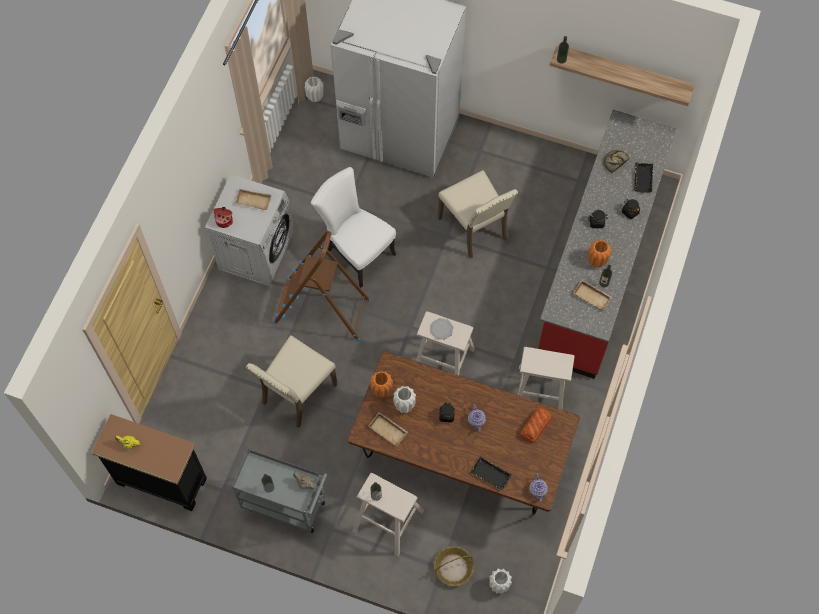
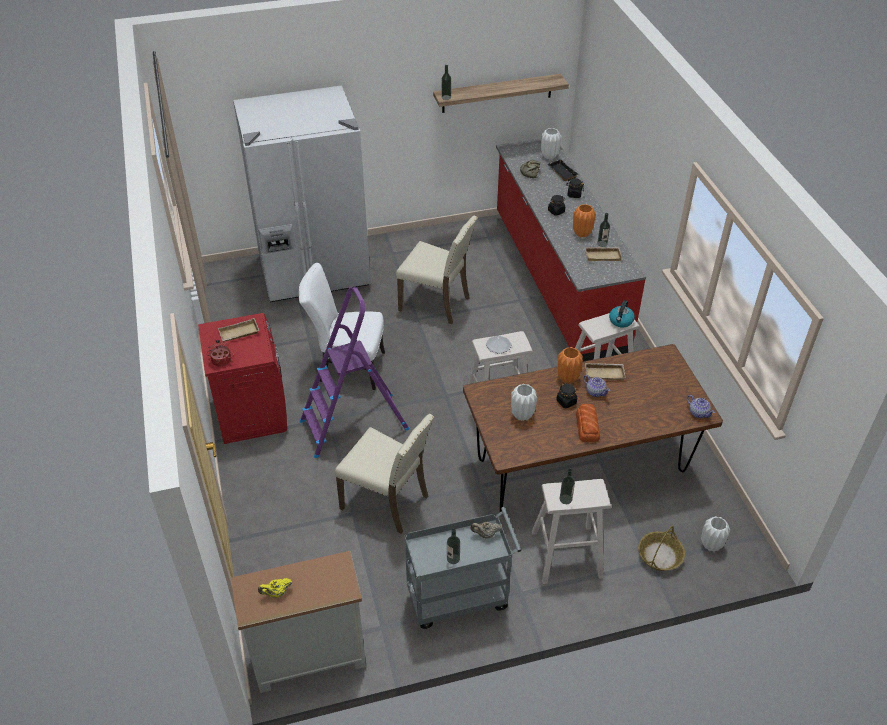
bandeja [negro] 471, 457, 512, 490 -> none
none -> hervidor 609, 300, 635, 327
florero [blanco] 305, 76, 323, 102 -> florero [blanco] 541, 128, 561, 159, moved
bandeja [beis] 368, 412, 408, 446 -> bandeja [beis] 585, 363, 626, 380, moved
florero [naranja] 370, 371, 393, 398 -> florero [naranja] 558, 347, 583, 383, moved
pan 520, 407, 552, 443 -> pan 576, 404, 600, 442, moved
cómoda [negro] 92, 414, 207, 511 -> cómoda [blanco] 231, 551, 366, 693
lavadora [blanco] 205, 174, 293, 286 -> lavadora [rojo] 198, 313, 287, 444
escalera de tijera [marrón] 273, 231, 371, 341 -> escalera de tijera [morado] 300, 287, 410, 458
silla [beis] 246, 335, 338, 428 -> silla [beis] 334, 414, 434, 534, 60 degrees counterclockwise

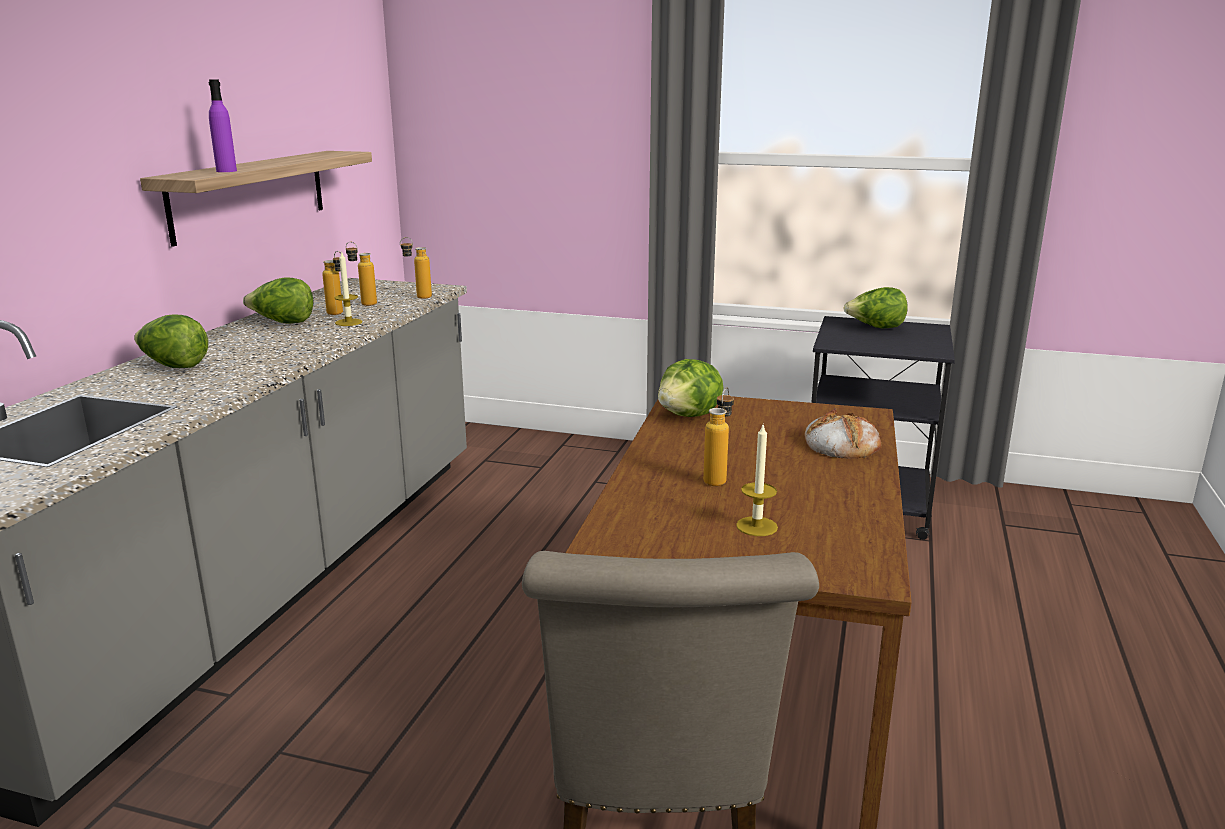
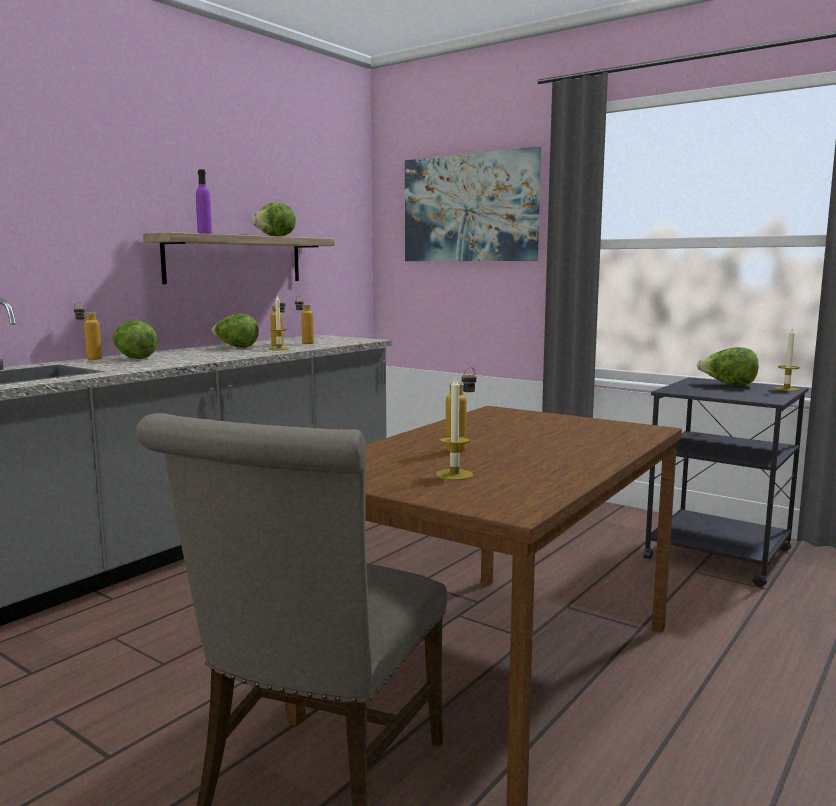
pan 804, 408, 881, 459 -> none
none -> cuadro 405, 147, 541, 261
none -> vela 774, 329, 800, 391
botella 400, 237, 432, 299 -> botella 74, 302, 102, 360, moved
lechuga 658, 359, 724, 417 -> lechuga 252, 203, 296, 237, moved

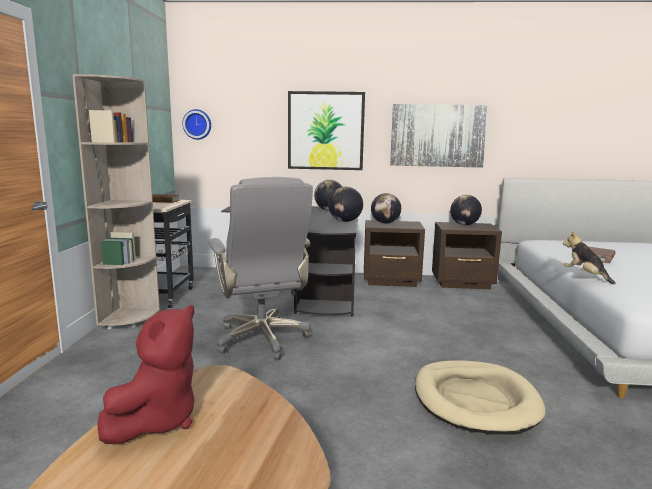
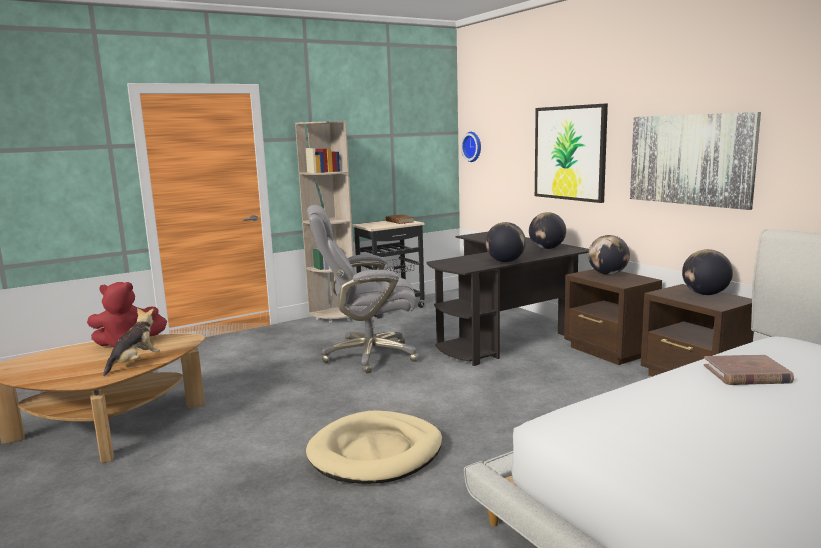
peluche 563, 231, 615, 284 -> peluche 103, 308, 160, 376, moved
silla de oficina [gris] 208, 177, 313, 360 -> silla de oficina [gris] 307, 205, 419, 373, 45 degrees clockwise

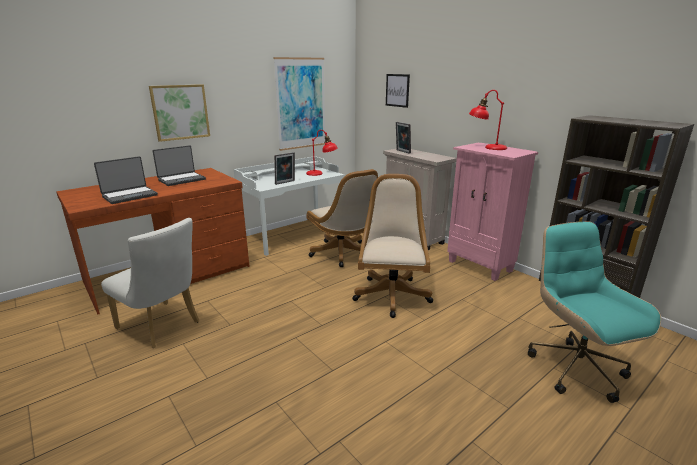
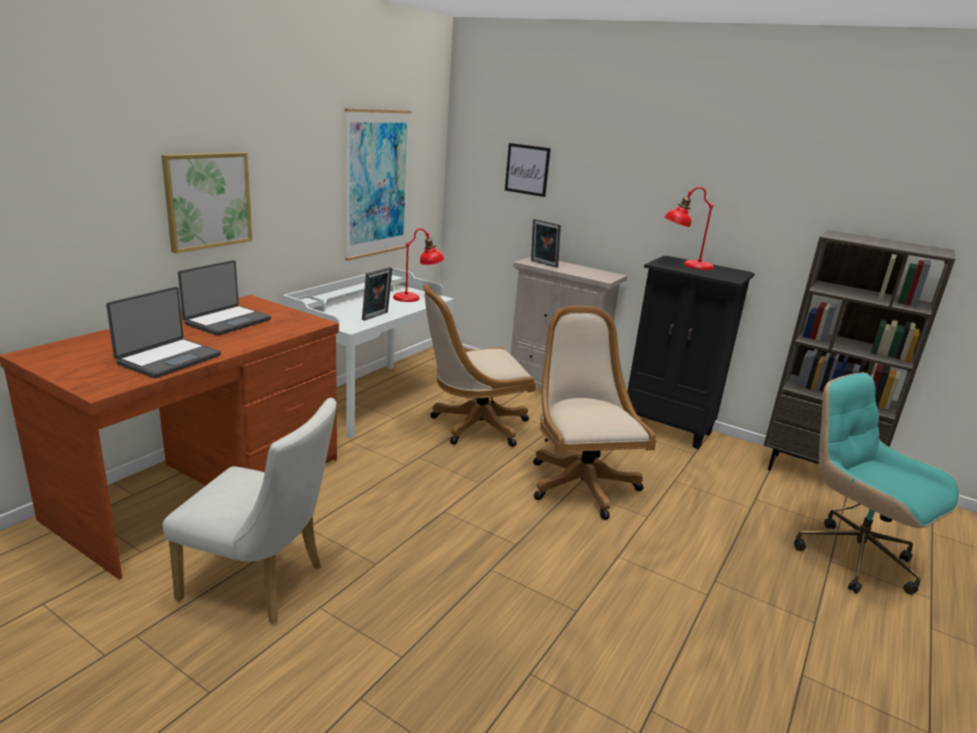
armario [rosa] 447, 143, 538, 281 -> armario [negro] 627, 256, 755, 449
silla de oficina 306, 169, 378, 267 -> silla de oficina 423, 284, 535, 447, 120 degrees clockwise

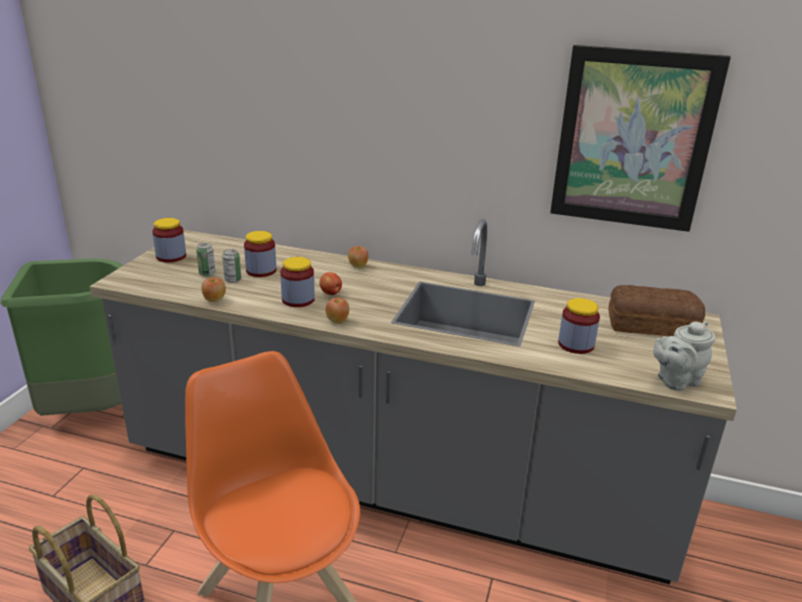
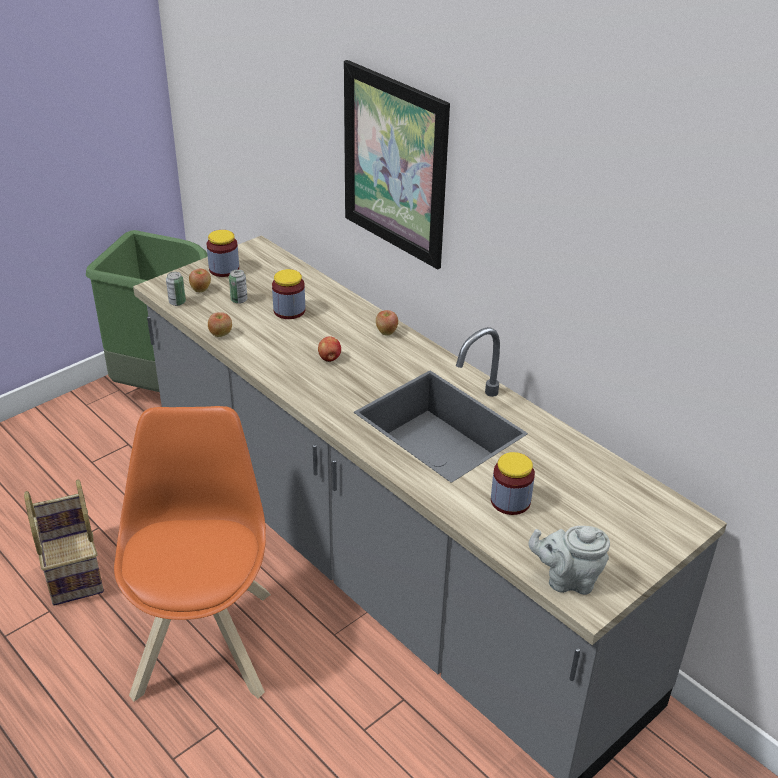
tarro 280, 257, 315, 307 -> none
pan 608, 285, 705, 336 -> none
lata 222, 249, 241, 283 -> lata 166, 272, 186, 306, moved
manzana 325, 298, 349, 324 -> manzana 189, 268, 211, 292, moved
cuadro 550, 45, 731, 232 -> cuadro 344, 60, 450, 269, moved

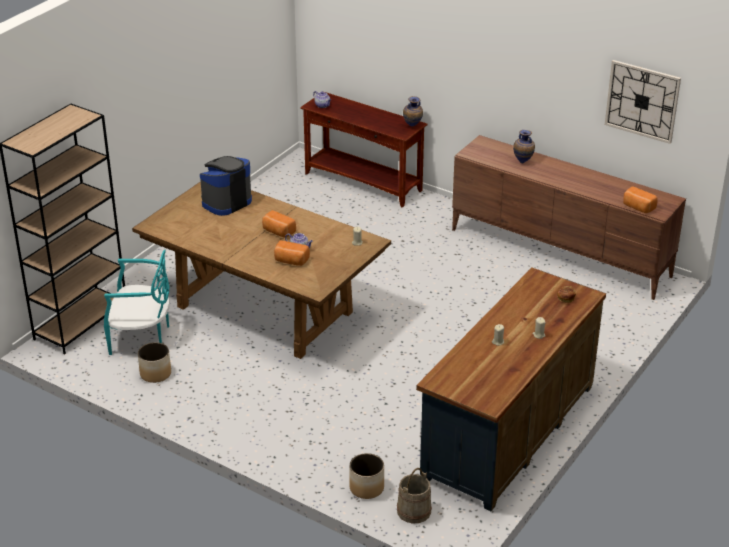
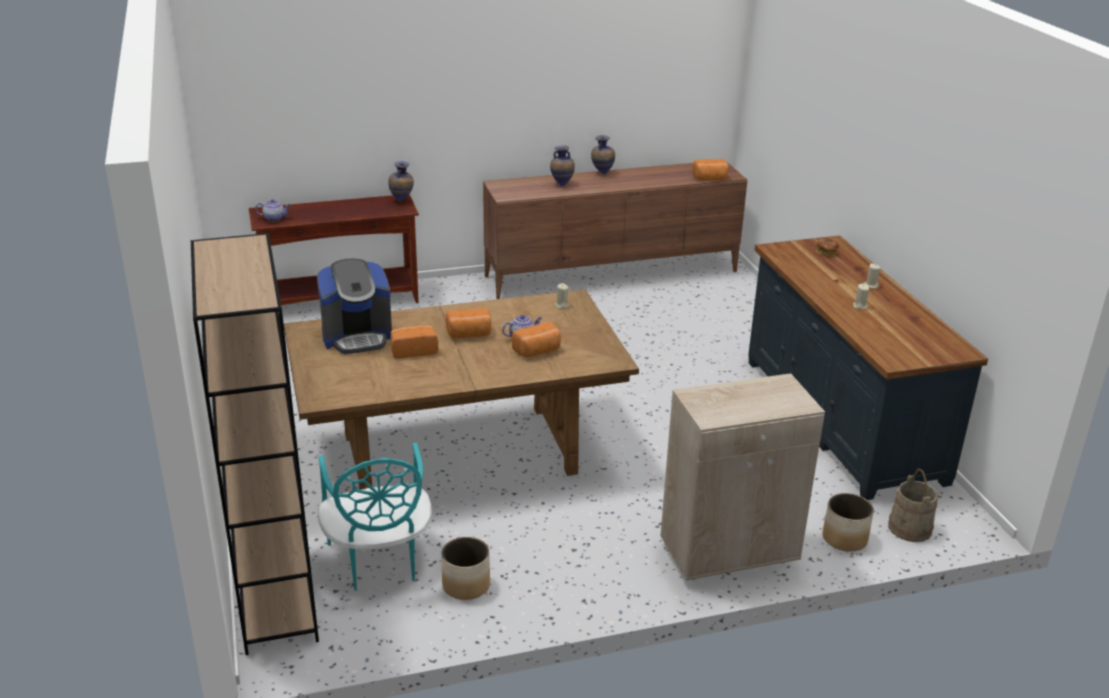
reloj de pared 605, 60, 681, 144 -> none
none -> pan 391, 325, 438, 359
none -> florero 591, 135, 615, 175
none -> armario [beis] 660, 373, 825, 580
silla [turquesa] 104, 250, 170, 355 -> silla [turquesa] 318, 443, 432, 591, 120 degrees clockwise
cafetera 200, 156, 252, 216 -> cafetera 317, 259, 392, 354, 105 degrees counterclockwise

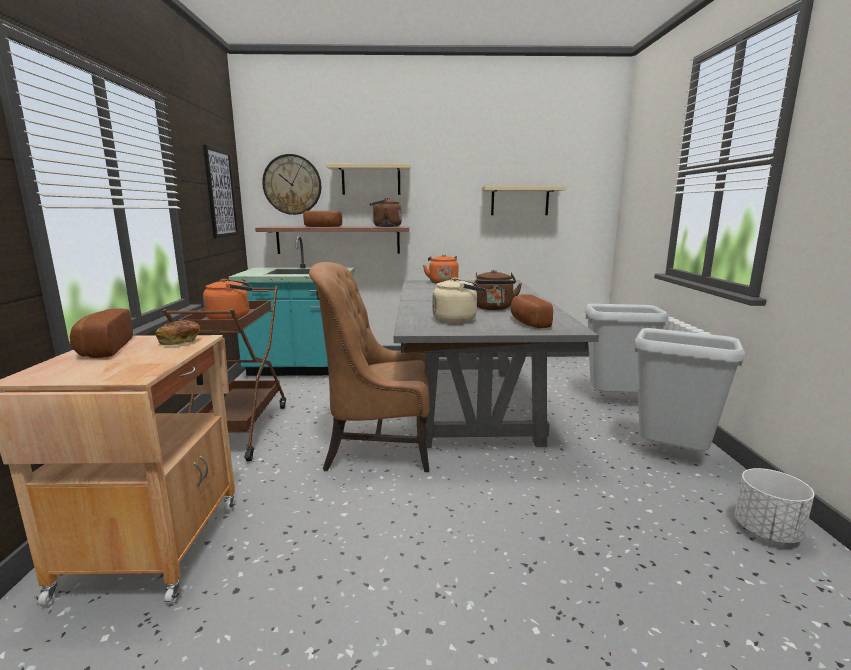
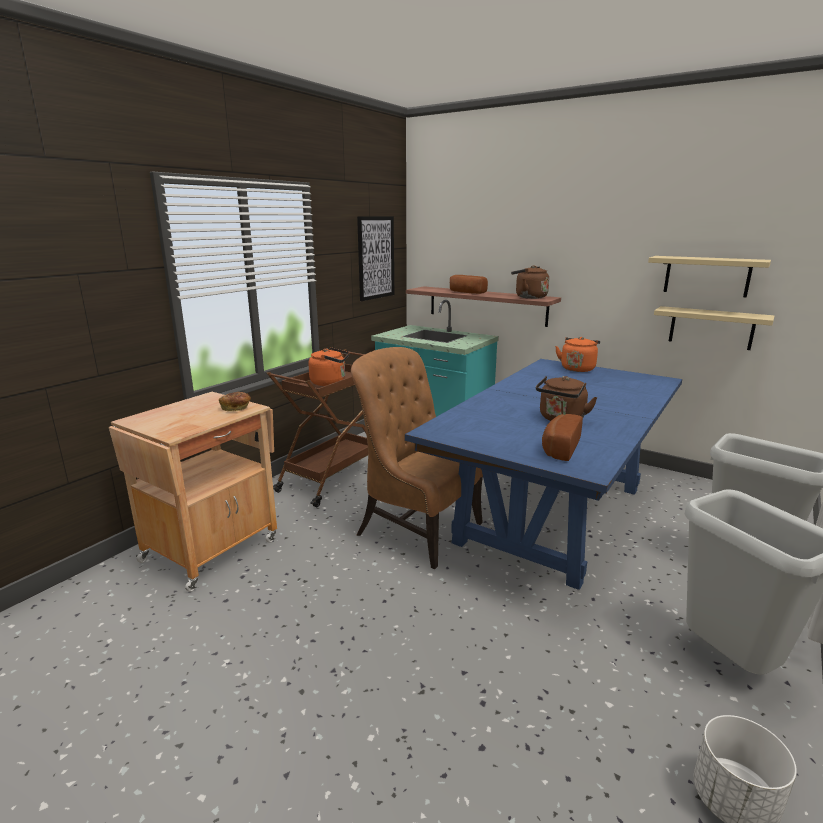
pan 70, 308, 133, 358 -> none
reloj de pared 262, 154, 321, 215 -> none
hervidor [beis] 433, 278, 485, 324 -> none
estante [beis] 327, 163, 411, 195 -> estante [beis] 654, 306, 774, 350, moved
mesa de comedor [gris] 394, 280, 599, 448 -> mesa de comedor [azul] 405, 359, 682, 590

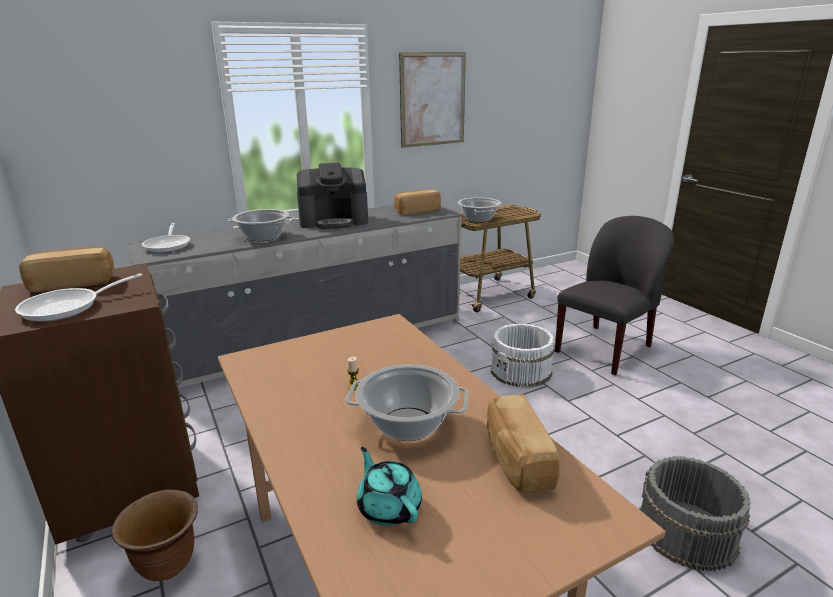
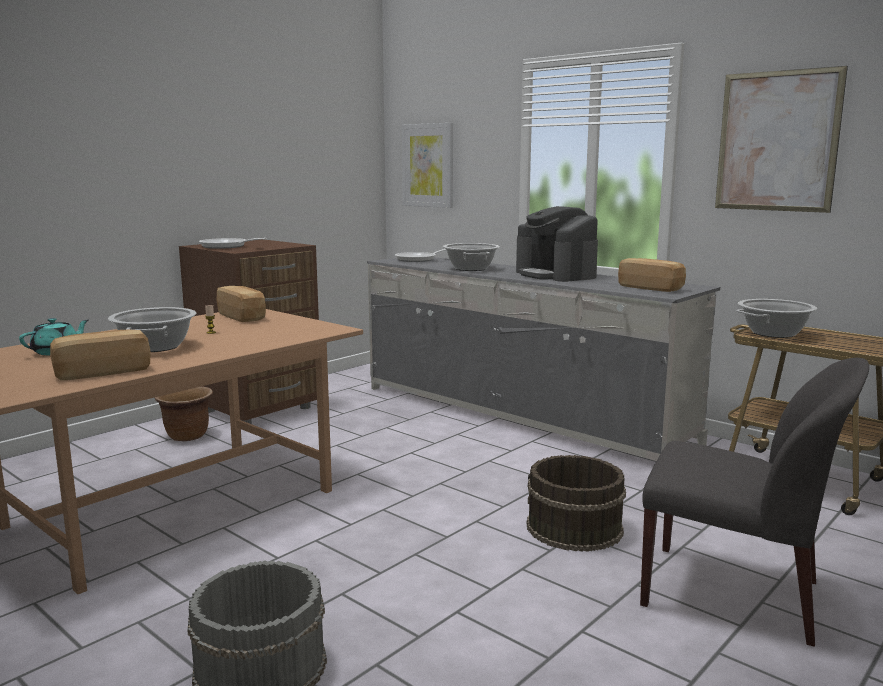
none -> cuadro 402, 123, 453, 208
pan 19, 247, 114, 292 -> pan 217, 286, 266, 322, moved
cubo [blanco] 491, 323, 555, 387 -> cubo [marrón] 527, 455, 626, 552

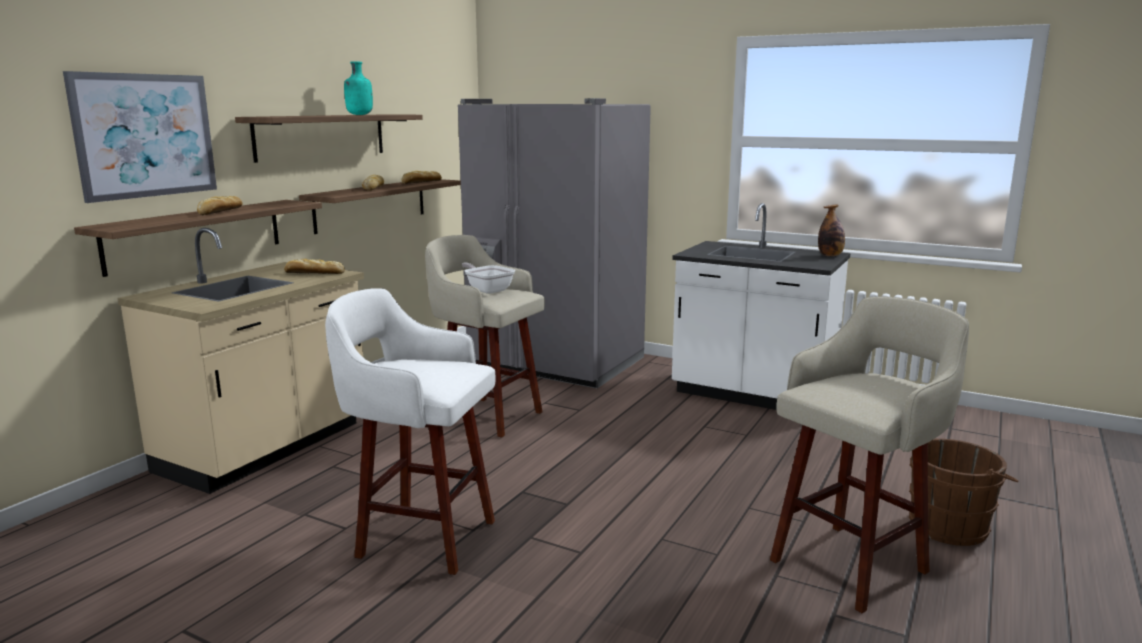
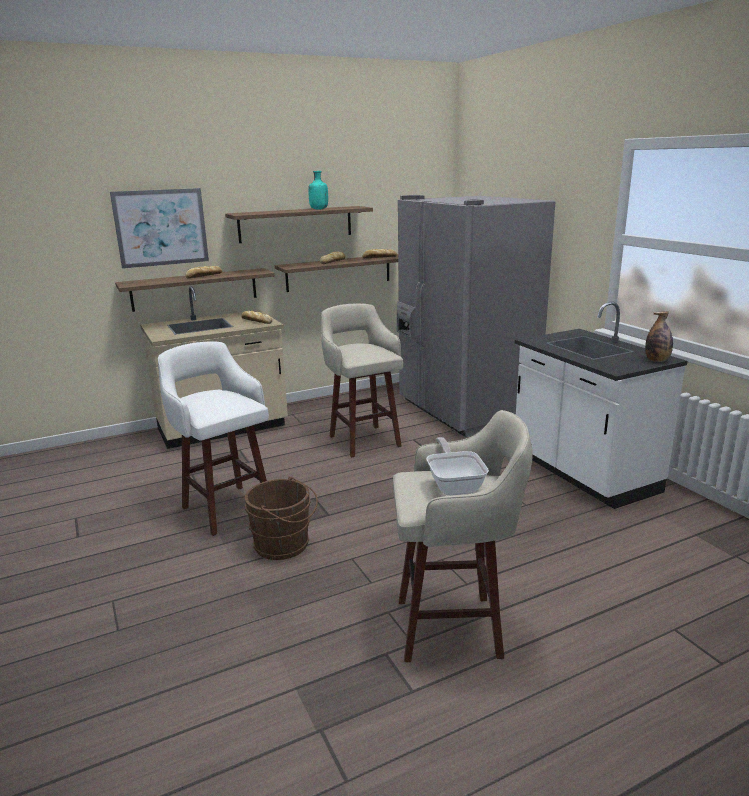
sartén 462, 262, 515, 294 -> sartén 426, 437, 489, 496, moved
cubo [marrón] 909, 438, 1018, 546 -> cubo [marrón] 245, 476, 318, 560, moved

